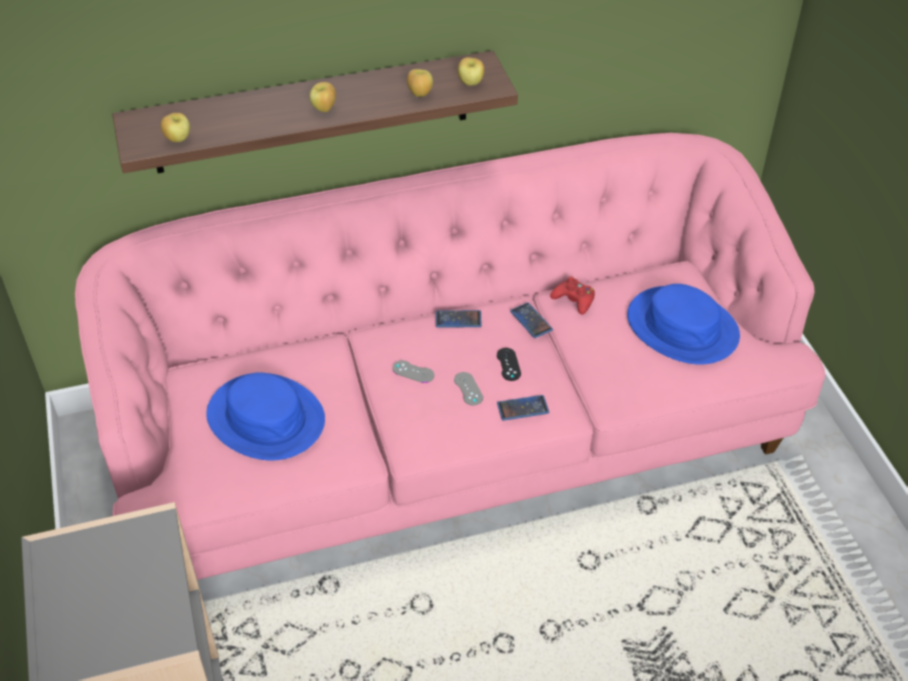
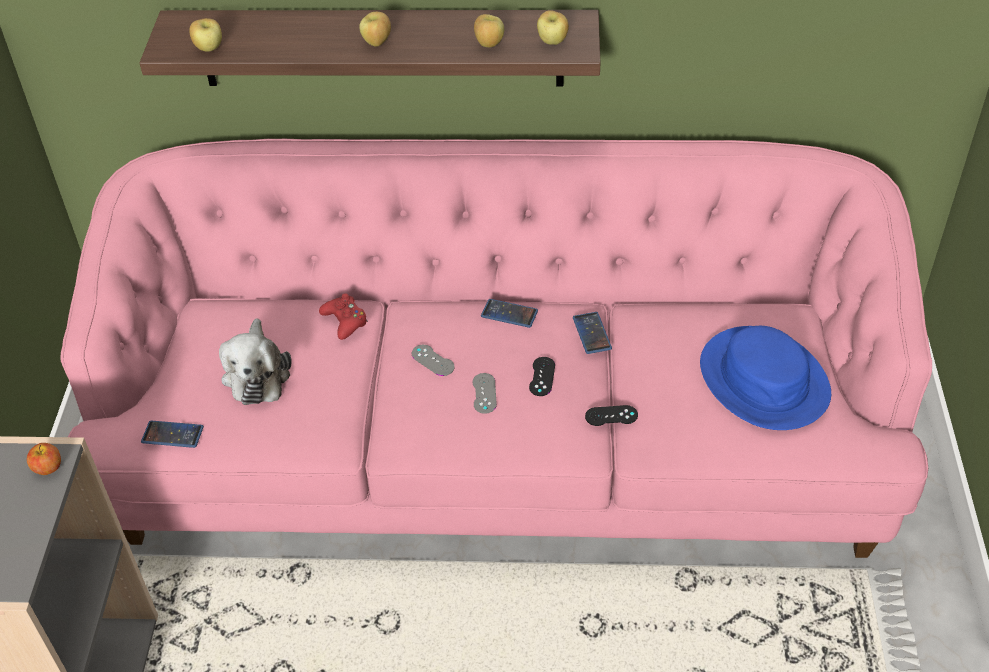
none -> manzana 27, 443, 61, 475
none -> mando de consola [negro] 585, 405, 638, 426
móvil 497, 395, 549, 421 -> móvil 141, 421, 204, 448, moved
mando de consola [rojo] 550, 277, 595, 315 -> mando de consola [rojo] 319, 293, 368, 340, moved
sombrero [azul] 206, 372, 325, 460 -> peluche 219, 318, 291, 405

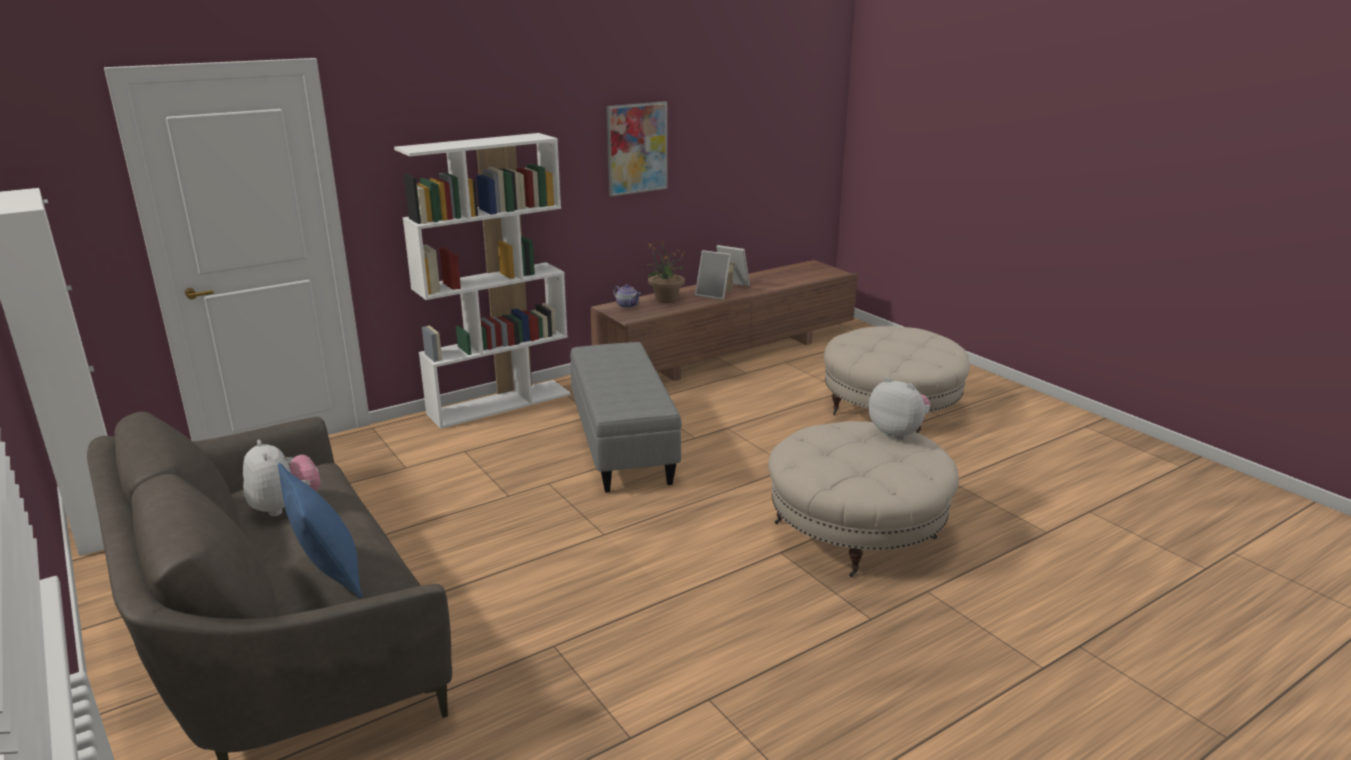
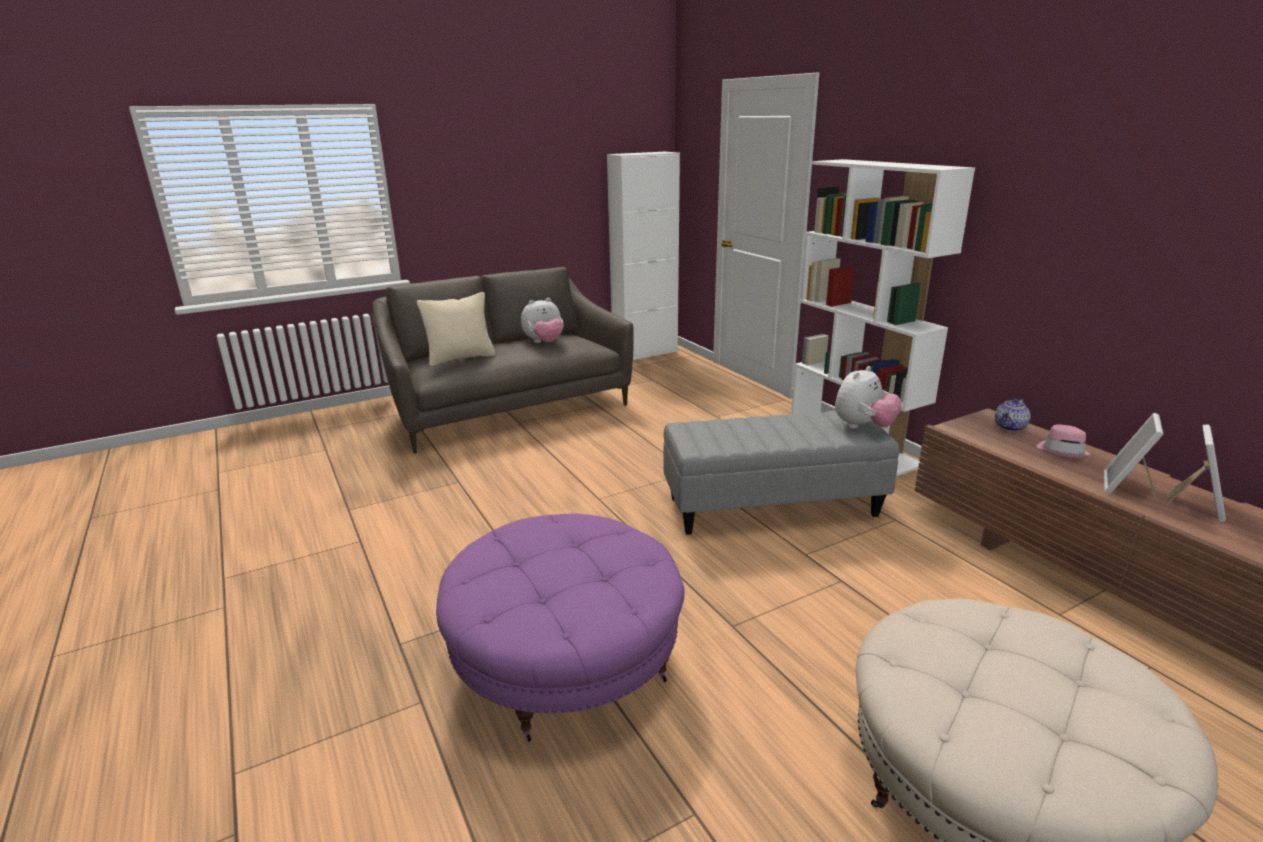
cuadro 606, 101, 667, 196 -> none
peluche 869, 377, 930, 440 -> peluche 835, 366, 902, 429, moved
planta en maceta 646, 241, 686, 303 -> sombrero [rosa] 1037, 424, 1091, 458
cojín [azul] 278, 463, 363, 599 -> cojín [beis] 417, 292, 496, 366
puf [beis] 768, 421, 959, 577 -> puf [morado] 436, 514, 685, 742

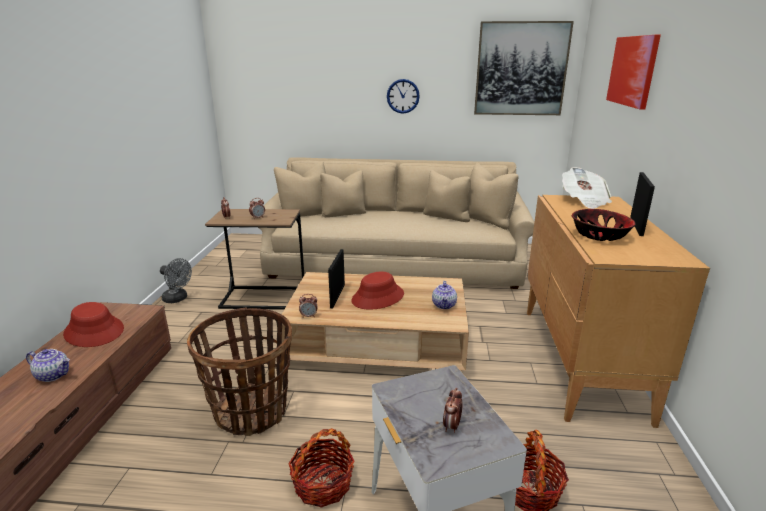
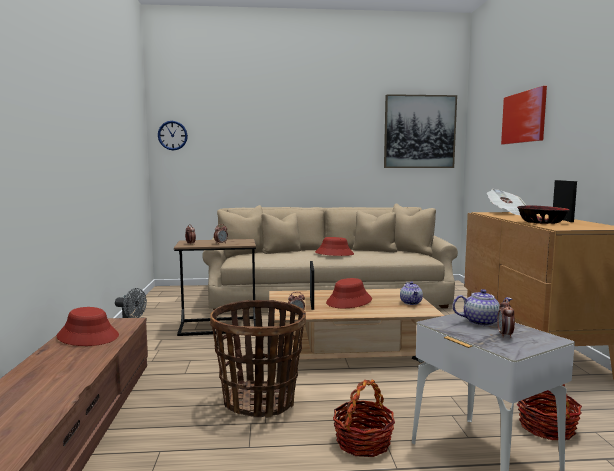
none -> sombrero [rojo] 315, 237, 354, 256
tetera 26, 349, 70, 382 -> tetera 452, 289, 513, 326, moved
reloj de pared 387, 79, 420, 114 -> reloj de pared 158, 121, 188, 150, moved

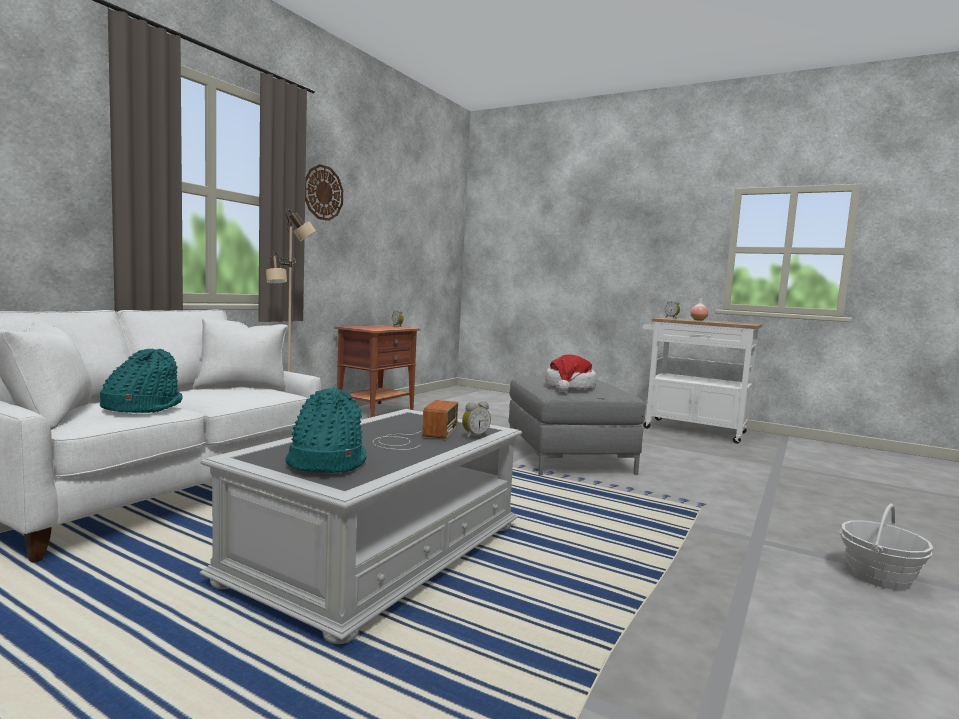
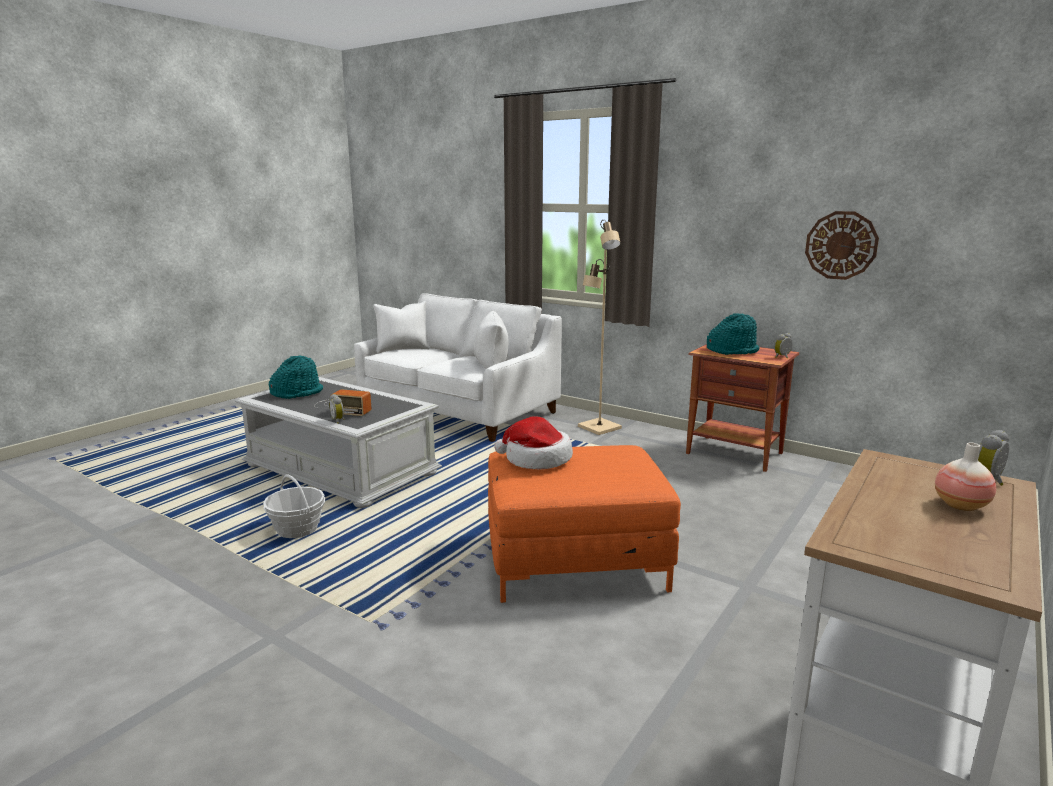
sombrero [turquesa] 100, 349, 183, 413 -> sombrero [turquesa] 707, 313, 759, 355, moved
reloj de pared 305, 164, 343, 221 -> reloj de pared 805, 211, 879, 280, moved
cesta 840, 504, 933, 590 -> cesta 263, 475, 325, 538, moved
puf [gris] 509, 376, 646, 475 -> puf [naranja] 488, 445, 681, 603

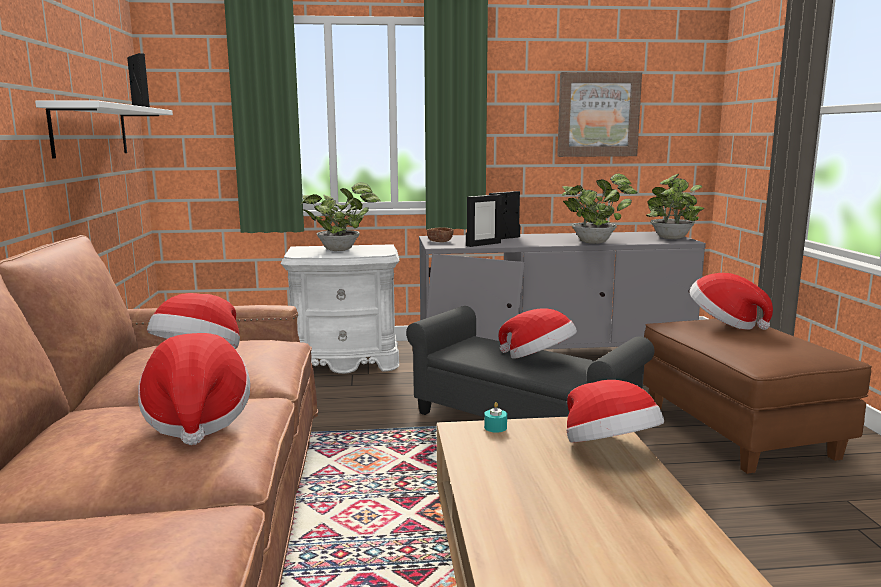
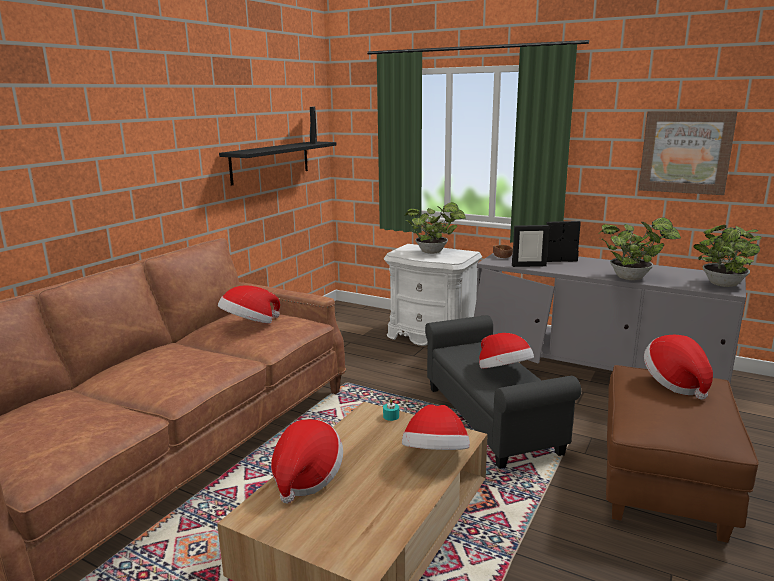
sombrero 138, 333, 250, 445 -> sombrero 271, 419, 343, 504, moved
estante [blanco] 35, 101, 173, 158 -> estante [negro] 219, 142, 337, 185

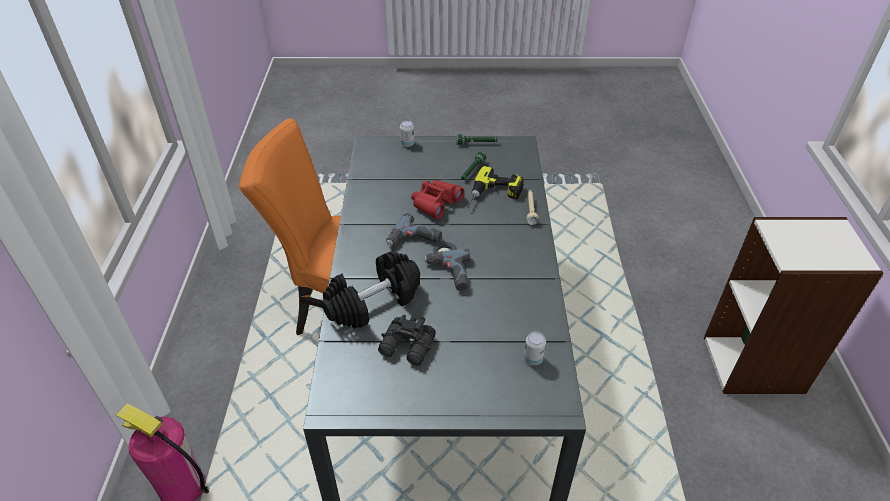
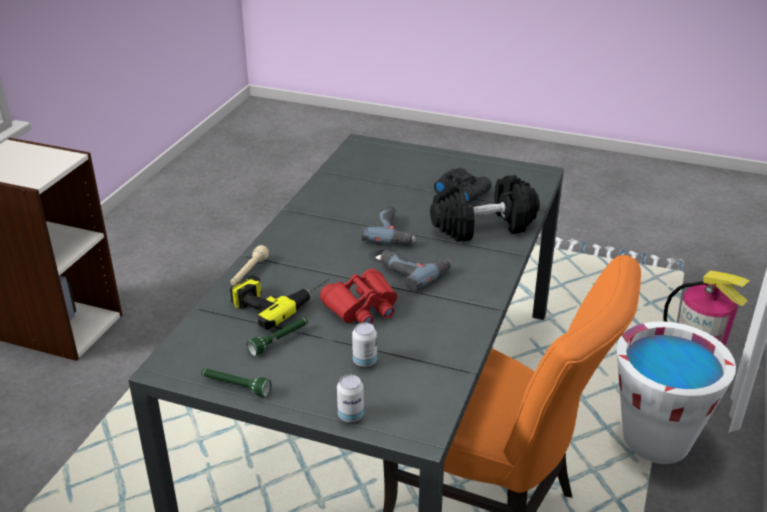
none -> cubo [blanco] 616, 321, 736, 464
lata 524, 331, 546, 366 -> lata 352, 322, 377, 367, moved

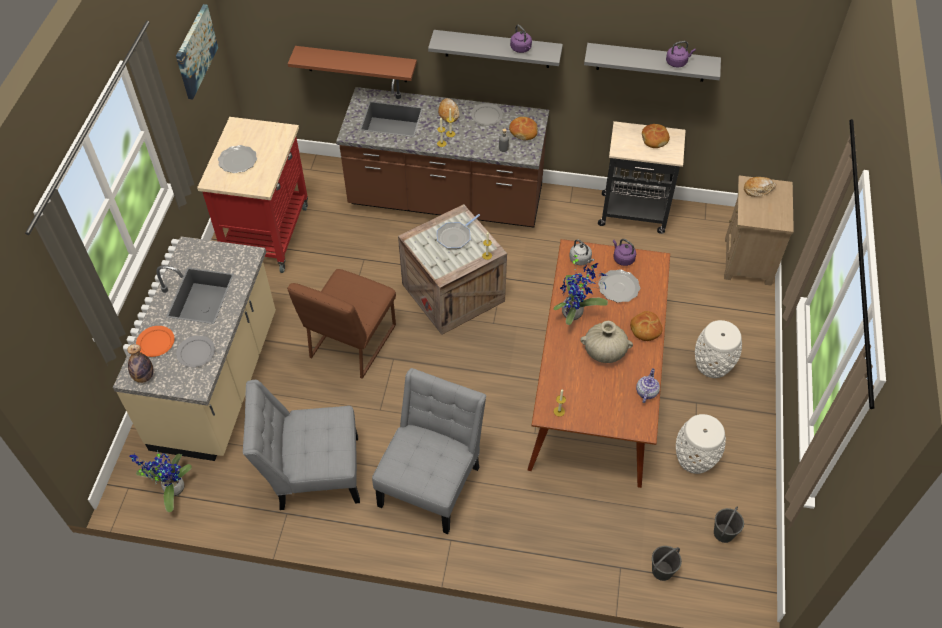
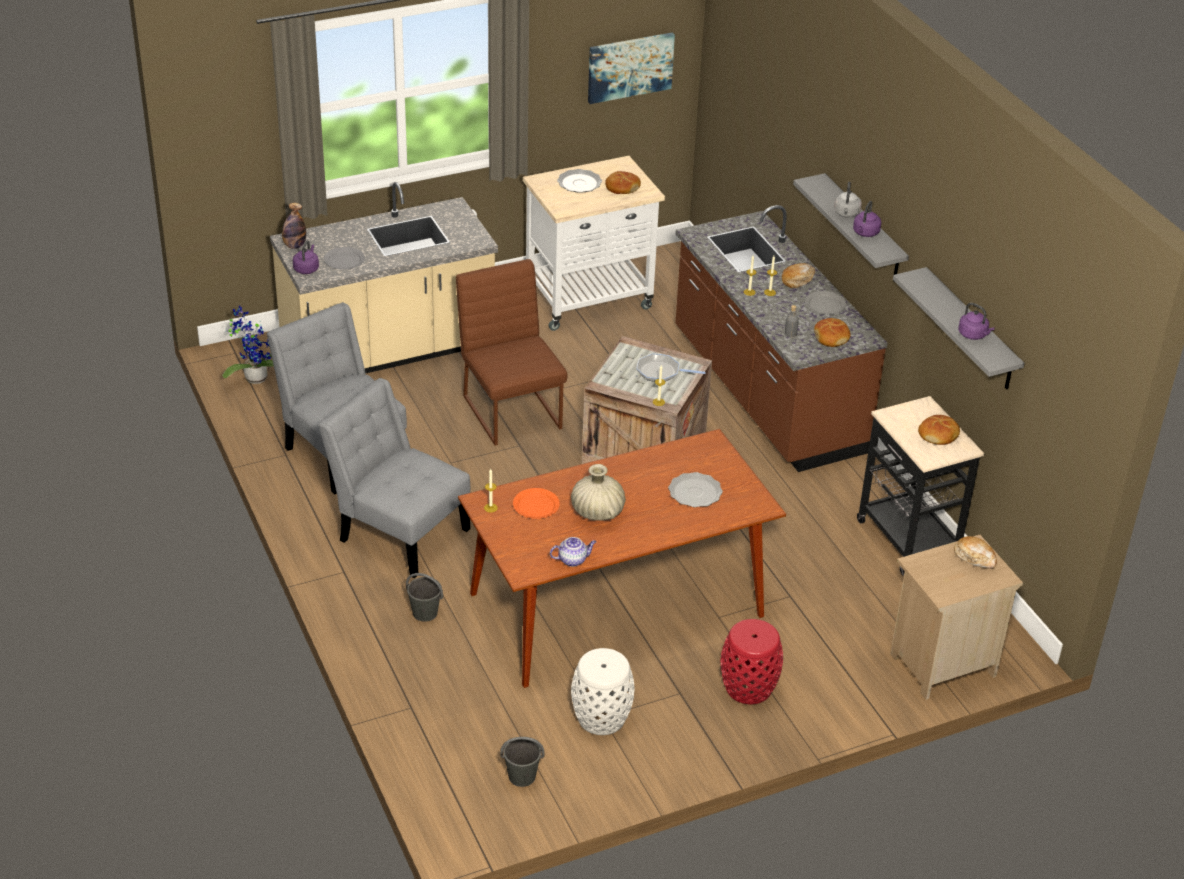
estante [marrón] 288, 46, 417, 82 -> none
planta en maceta 553, 253, 608, 325 -> none
plato [naranja] 136, 326, 175, 357 -> plato [naranja] 513, 488, 560, 519, moved
hervidor [gris] 569, 239, 595, 265 -> hervidor [gris] 834, 182, 862, 218, moved
hervidor [morado] 613, 239, 636, 266 -> hervidor [morado] 293, 241, 319, 274, moved
pan 630, 311, 663, 341 -> pan 605, 171, 641, 194, moved
cubo [gris] 652, 546, 682, 581 -> cubo [gris] 406, 573, 443, 622, moved
carrito [rojo] 197, 117, 308, 273 -> carrito [blanco] 523, 156, 665, 331
taburete [blanco] 695, 320, 742, 378 -> taburete [rojo] 721, 619, 783, 704
silla [marrón] 287, 269, 396, 379 -> silla [marrón] 456, 259, 567, 446, 75 degrees clockwise
silla [gris] 372, 368, 486, 534 -> silla [gris] 318, 378, 471, 578, 135 degrees counterclockwise

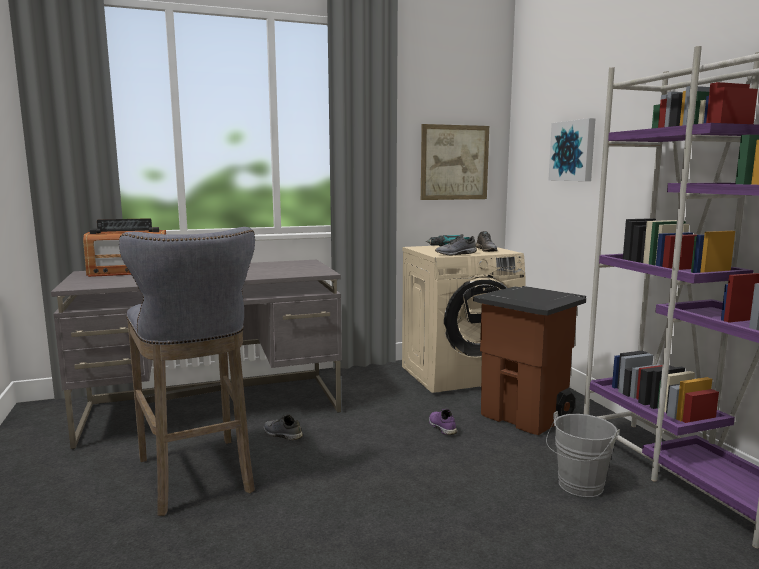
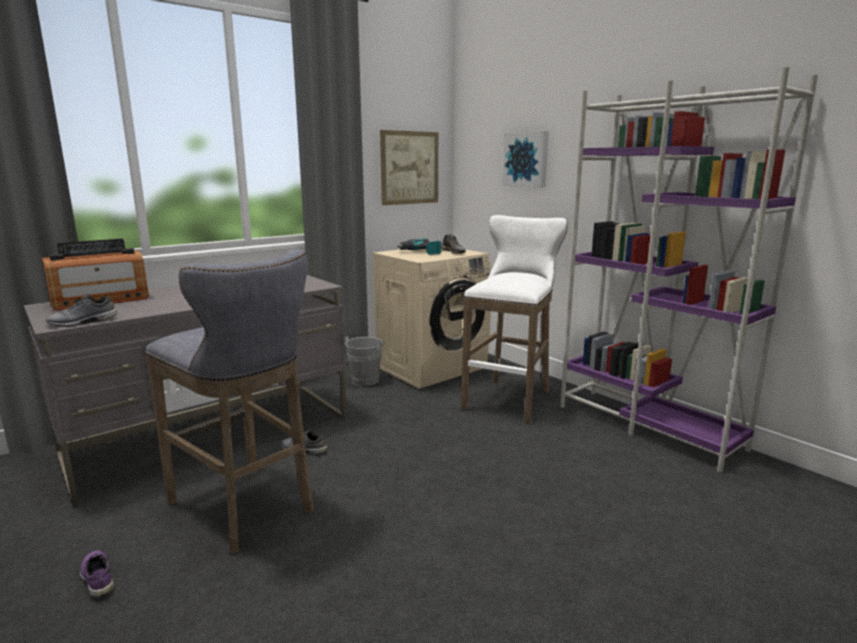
zapato [morado] 429, 409, 457, 435 -> zapato [morado] 80, 550, 115, 597, moved
zapato [gris] 435, 234, 477, 255 -> zapato [gris] 45, 293, 117, 327, moved
cubo [gris] 546, 411, 620, 497 -> cubo [gris] 345, 336, 383, 386, moved
papelera [marrón] 473, 286, 586, 435 -> taburete [blanco] 461, 215, 568, 423

